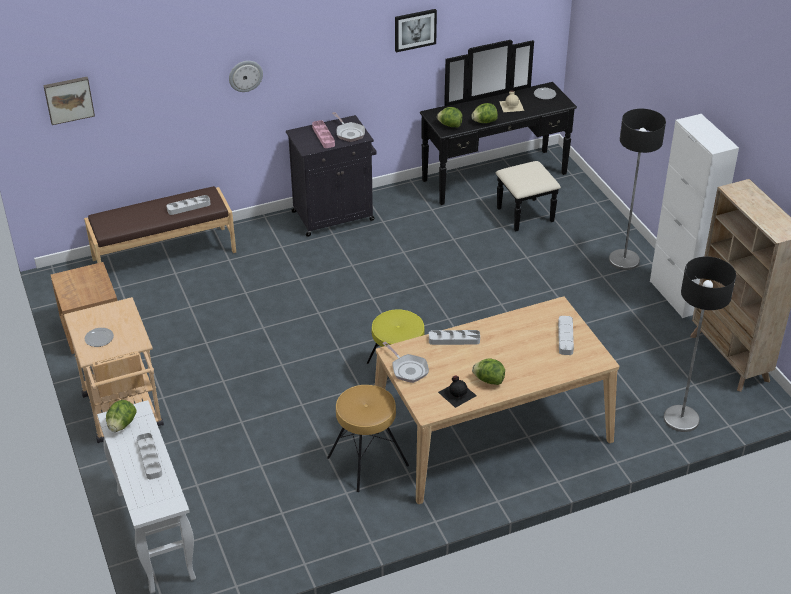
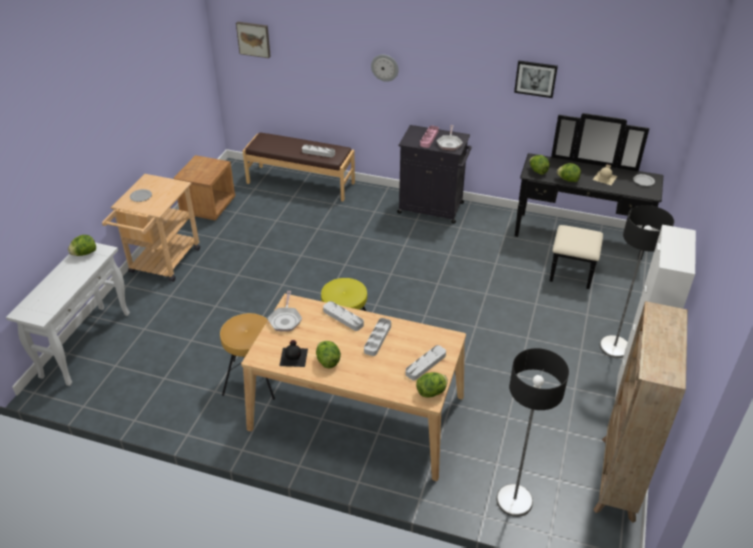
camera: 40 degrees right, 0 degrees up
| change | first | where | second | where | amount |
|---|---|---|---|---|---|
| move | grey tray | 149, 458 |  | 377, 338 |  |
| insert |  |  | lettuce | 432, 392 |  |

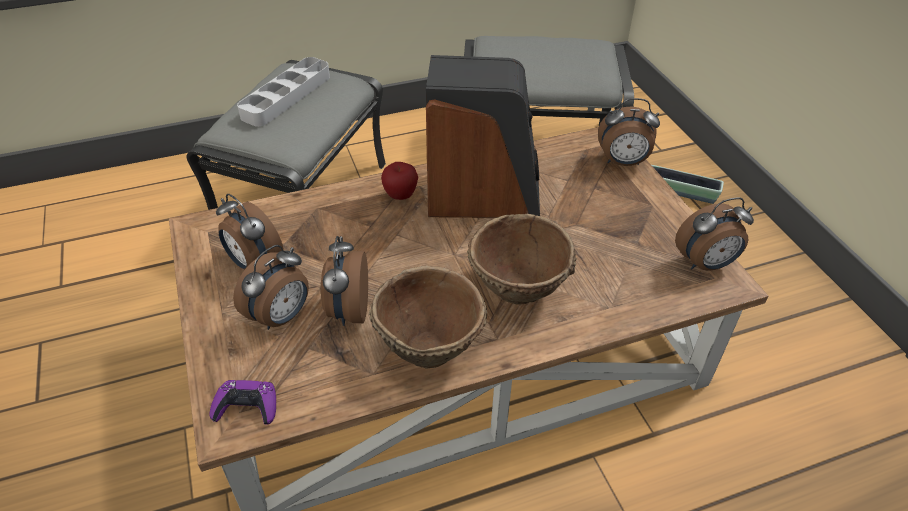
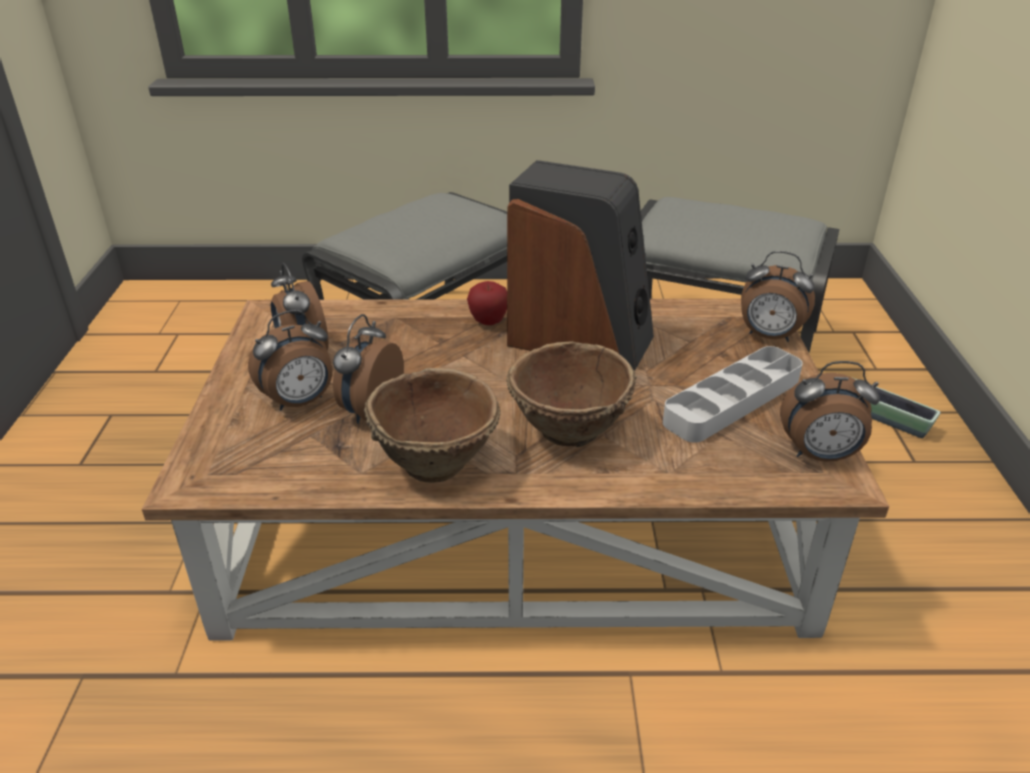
camera: 20 degrees right, 10 degrees down
| change | first | where | second | where | amount |
|---|---|---|---|---|---|
| delete | purple game controller | 247, 406 |  |  |  |
| move | grey tray | 286, 96 |  | 732, 401 |  |

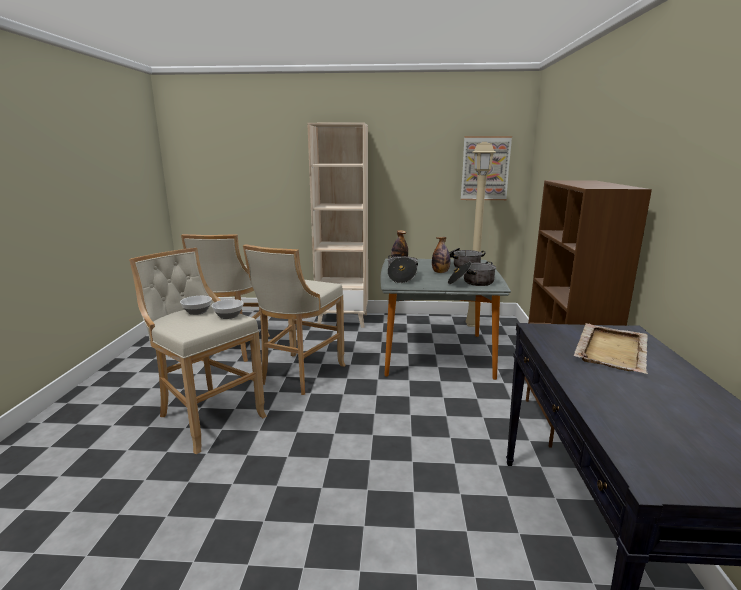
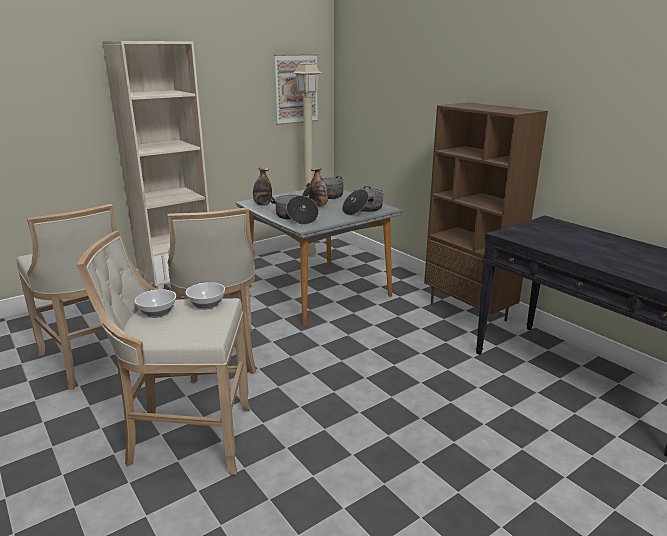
camera: 40 degrees left, 5 degrees up
| change | first | where | second | where | amount |
|---|---|---|---|---|---|
| delete | beige tray | 612, 349 |  |  |  |

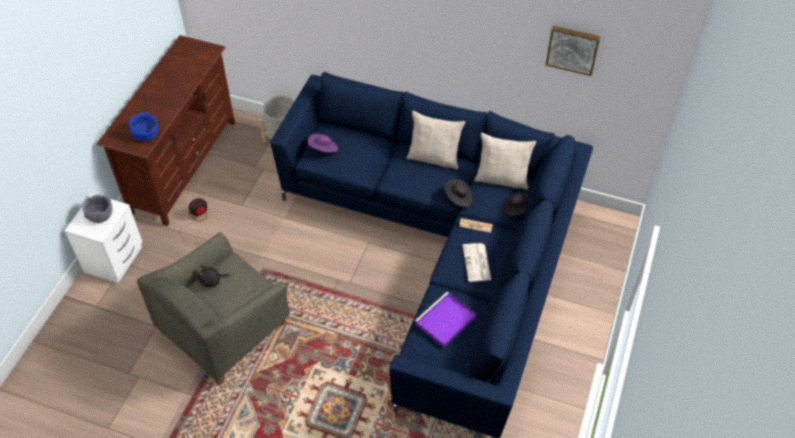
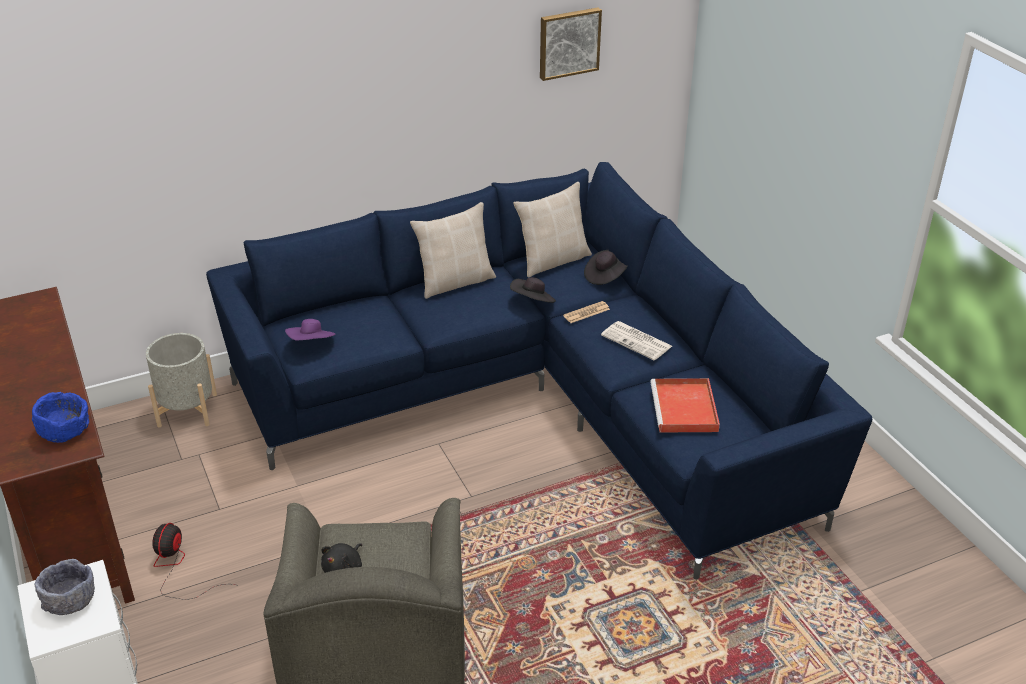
camera: 45 degrees left, 15 degrees down
| change | first | where | second | where | amount |
|---|---|---|---|---|---|
| recolor | purple tray | 445, 322 | red tray | 685, 409 |  |

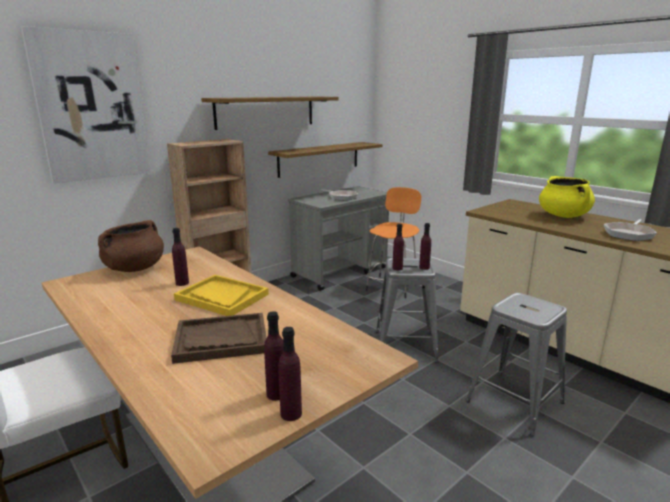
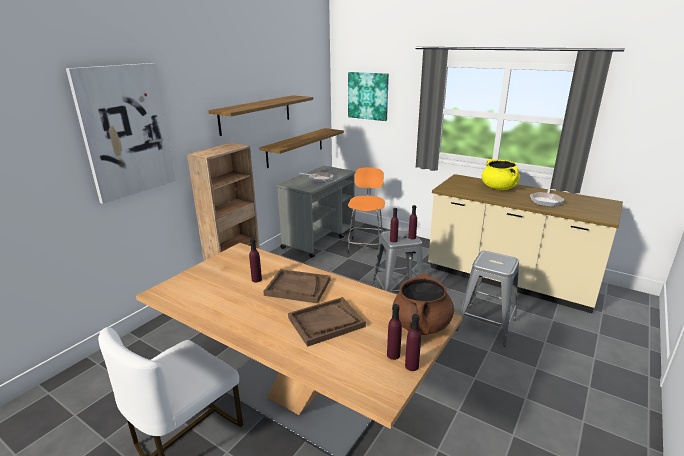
camera: 15 degrees left, 5 degrees up
| change | first | where | second | where | amount |
|---|---|---|---|---|---|
| move | brown cooking pot | 134, 268 |  | 421, 325 |  |
| recolor | yellow tray | 221, 297 | brown tray | 297, 287 |  |
| insert |  |  | picture | 368, 96 |  |

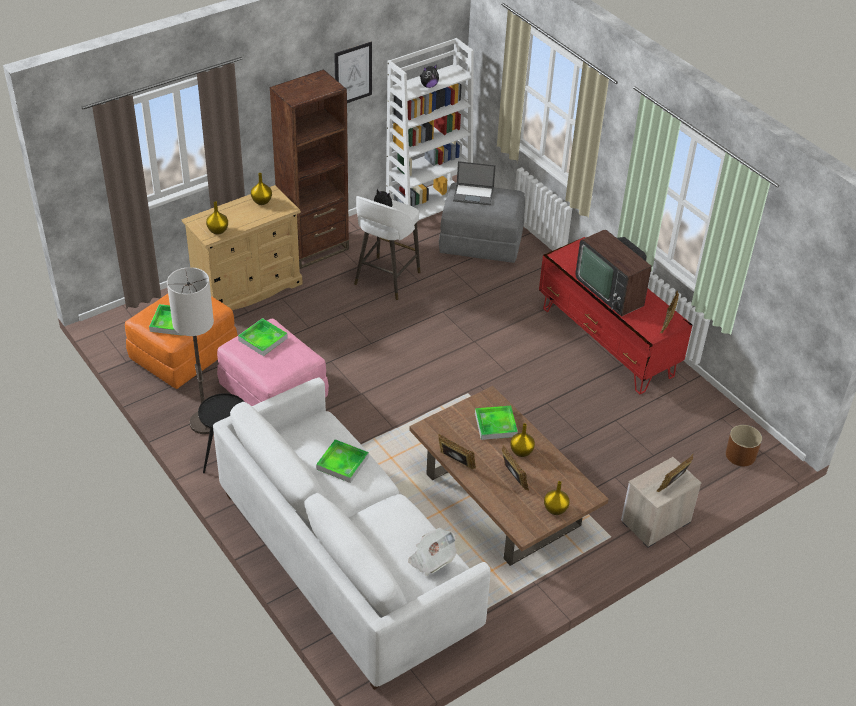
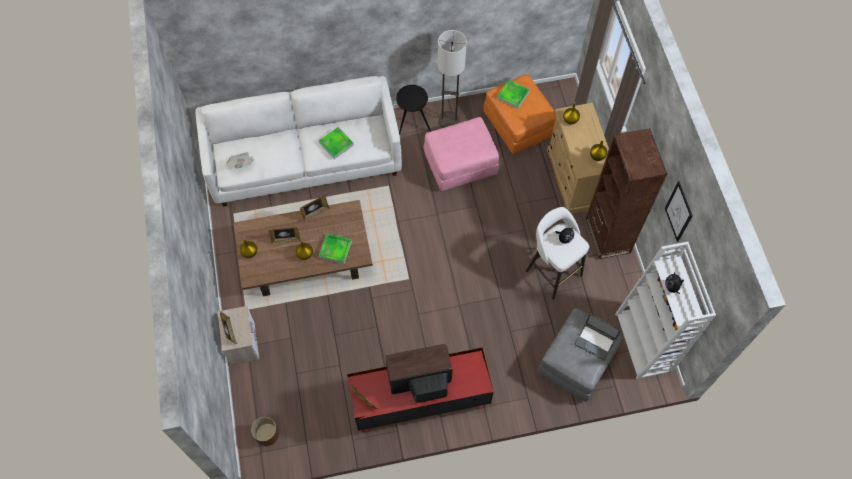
camera: 115 degrees right, 20 degrees up
| change | first | where | second | where | amount |
|---|---|---|---|---|---|
| delete | tray | 263, 339 |  |  |  |
| rotate | laptop | 474, 194 |  | 595, 341 | 90 degrees counterclockwise |

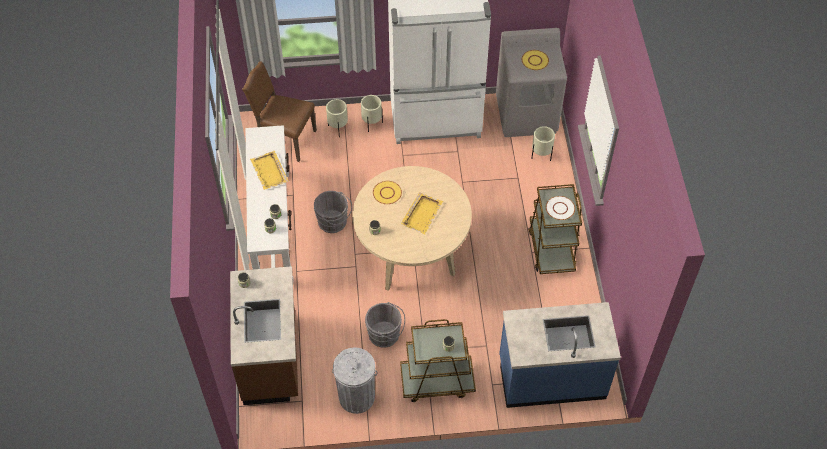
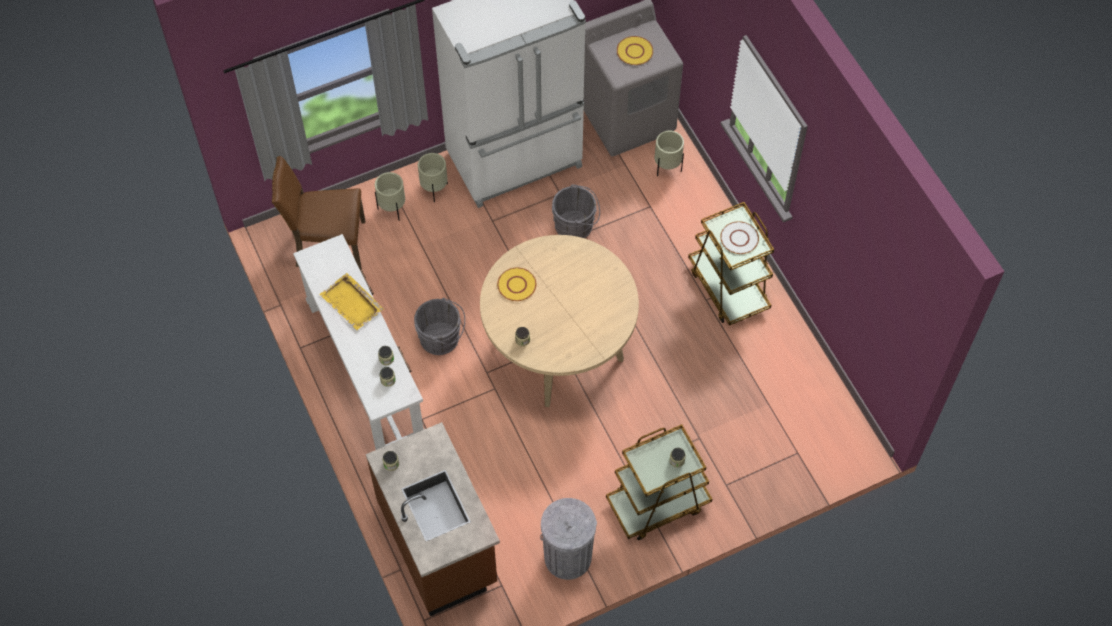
camera: 20 degrees left, 5 degrees up
| change | first | where | second | where | amount |
|---|---|---|---|---|---|
| move | grey bucket | 386, 335 |  | 576, 226 |  |
| delete | yellow tray | 422, 214 |  |  |  |
| delete | blue counter | 551, 377 |  |  |  |

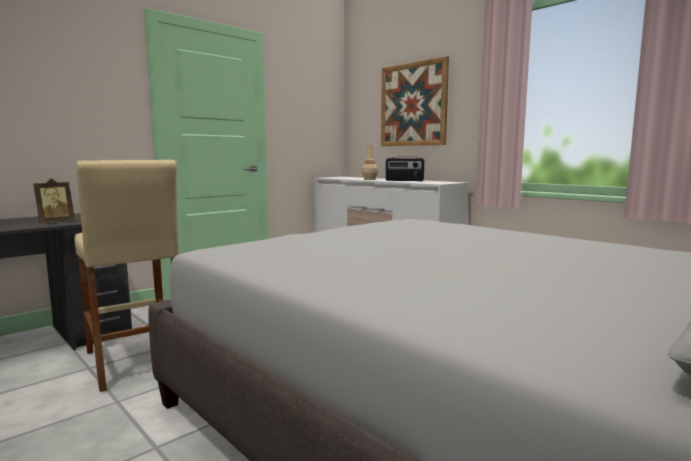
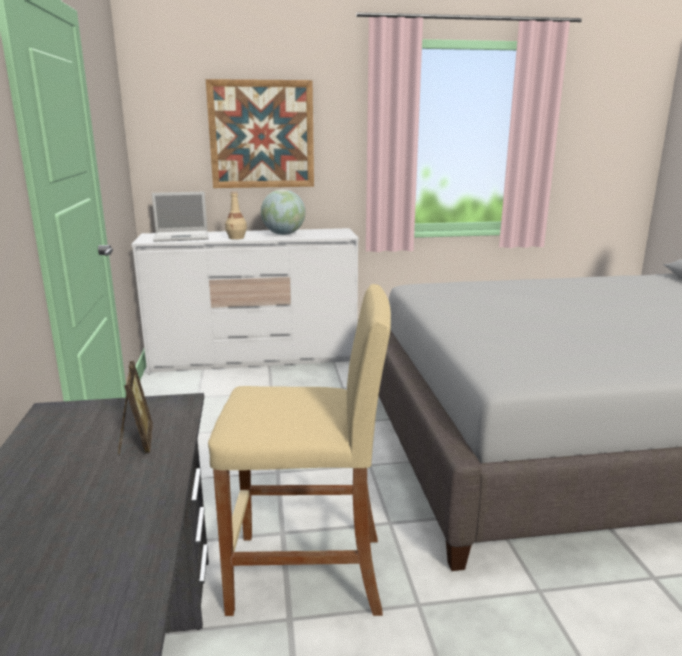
camera: 55 degrees left, 10 degrees up
| change | first | where | second | where | amount |
|---|---|---|---|---|---|
| replace | radio | 404, 180 | globe | 283, 234 |  |
| insert |  |  | laptop | 182, 237 |  |

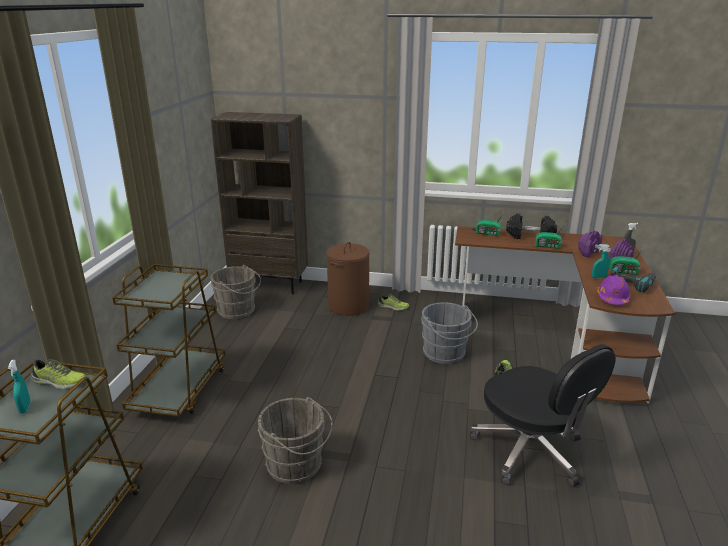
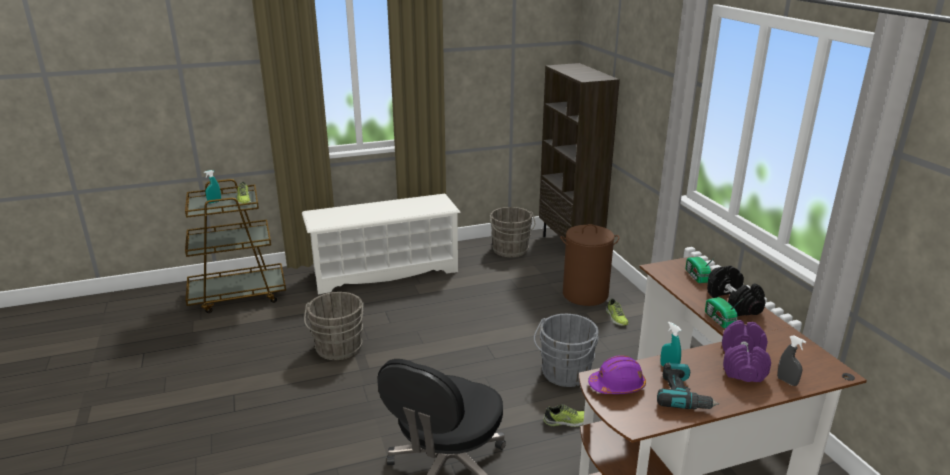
camera: 60 degrees right, 0 degrees up
| change | first | where | second | where | amount |
|---|---|---|---|---|---|
| replace | brown cart | 179, 389 | white shoe rack | 385, 272 |  |
| delete | radio | 624, 272 |  |  |  |

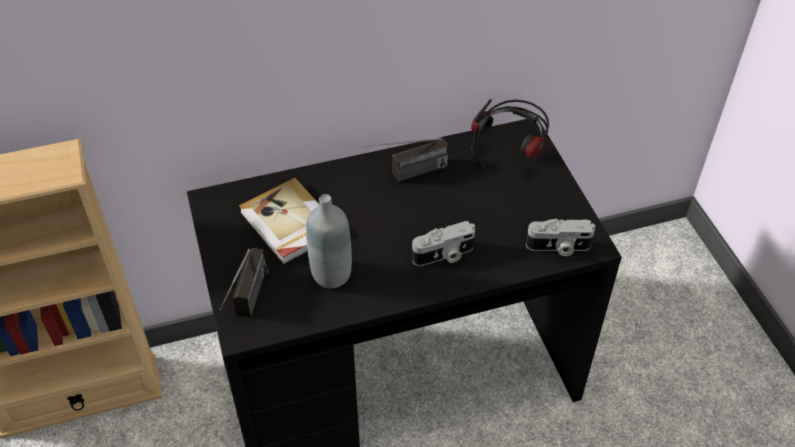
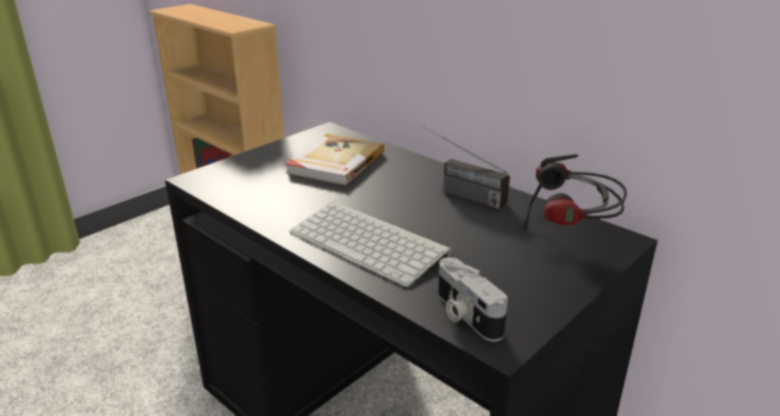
camera: 60 degrees right, 20 degrees down
| change | first | where | second | where | amount |
|---|---|---|---|---|---|
| delete | radio | 249, 305 |  |  |  |
| delete | grey bottle | 331, 274 |  |  |  |
| replace | photo camera | 444, 255 | keyboard | 371, 242 |  |

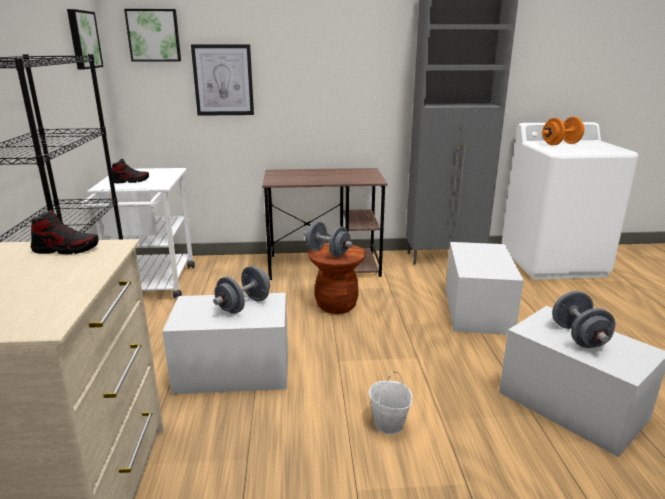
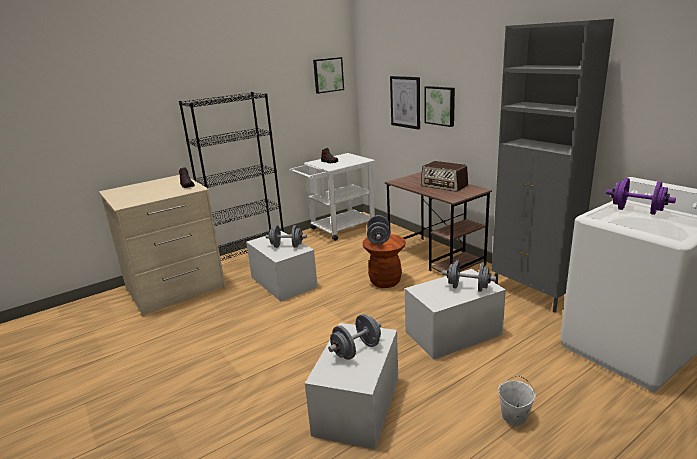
camera: 60 degrees right, 0 degrees up
| change | first | where | second | where | amount |
|---|---|---|---|---|---|
| move | picture | 154, 35 |  | 440, 105 |  |
| move | white bucket | 389, 424 |  | 514, 417 |  |
| recolor | orange dumbbell | 561, 144 | purple dumbbell | 637, 211 |  |
| insert |  |  | radio | 444, 186 |  |
| insert |  |  | grey dumbbell | 468, 288 |  |

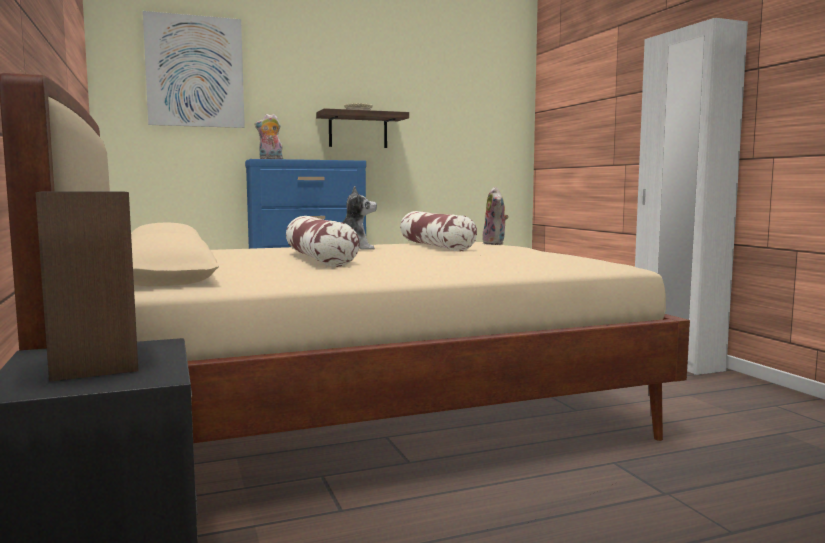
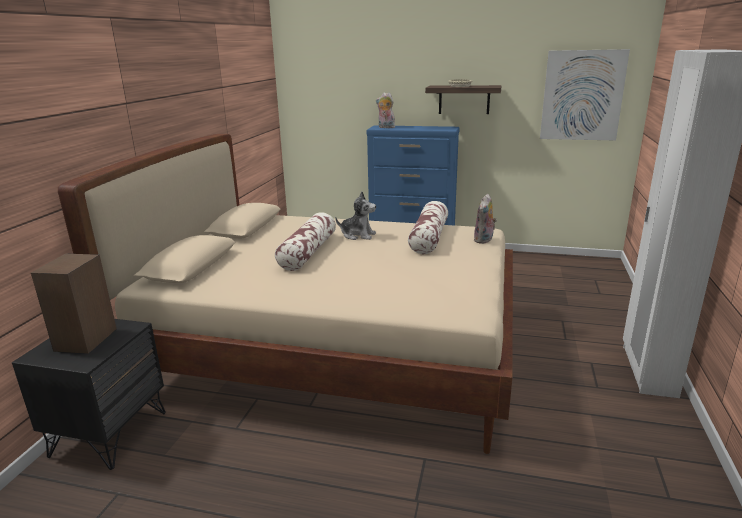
camera: 35 degrees right, 15 degrees up
| change | first | where | second | where | amount |
|---|---|---|---|---|---|
| move | picture | 195, 71 |  | 582, 96 |  |

